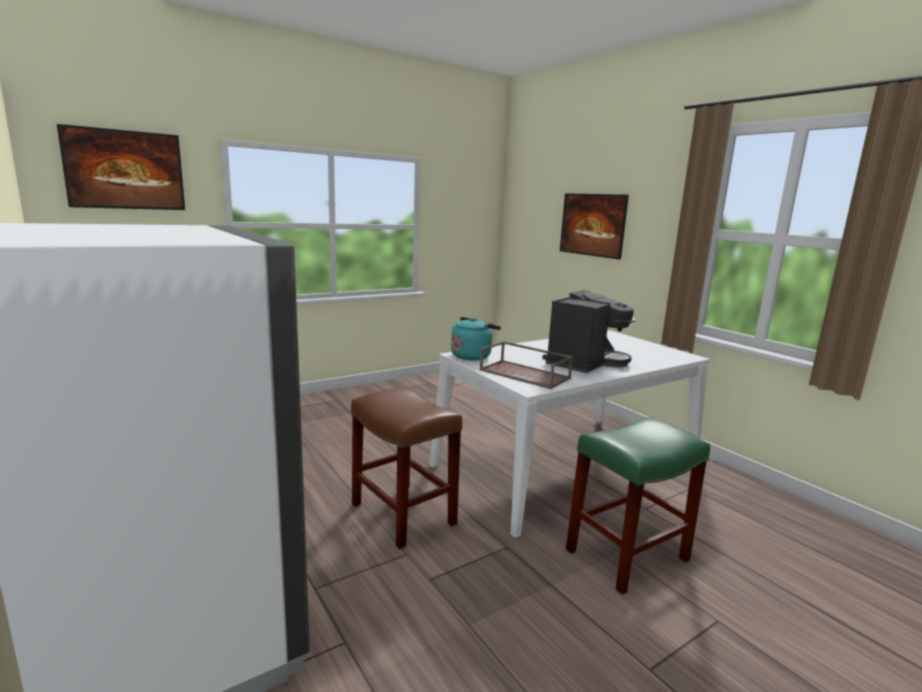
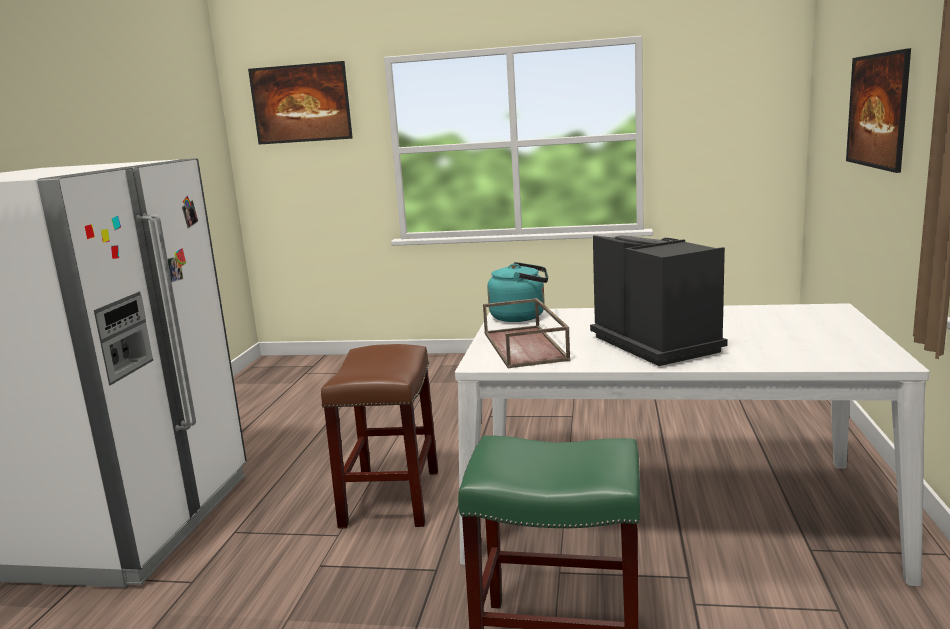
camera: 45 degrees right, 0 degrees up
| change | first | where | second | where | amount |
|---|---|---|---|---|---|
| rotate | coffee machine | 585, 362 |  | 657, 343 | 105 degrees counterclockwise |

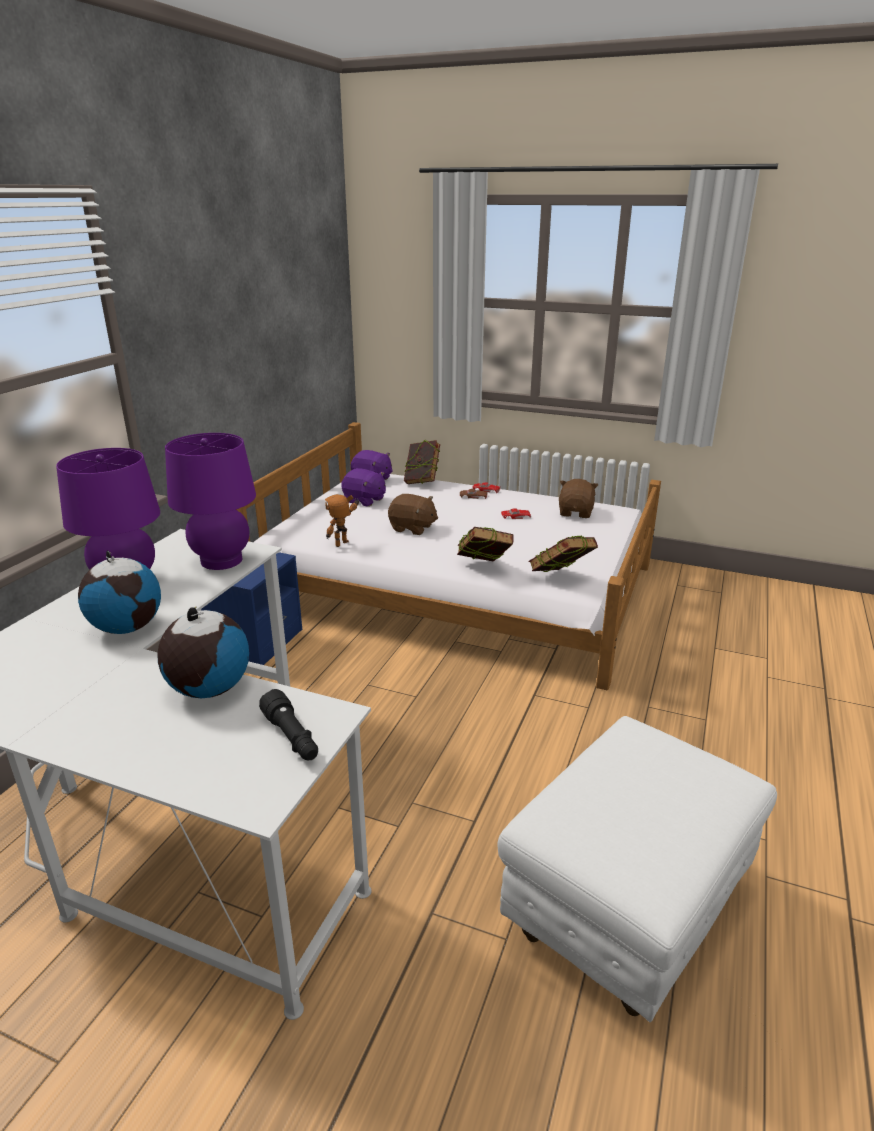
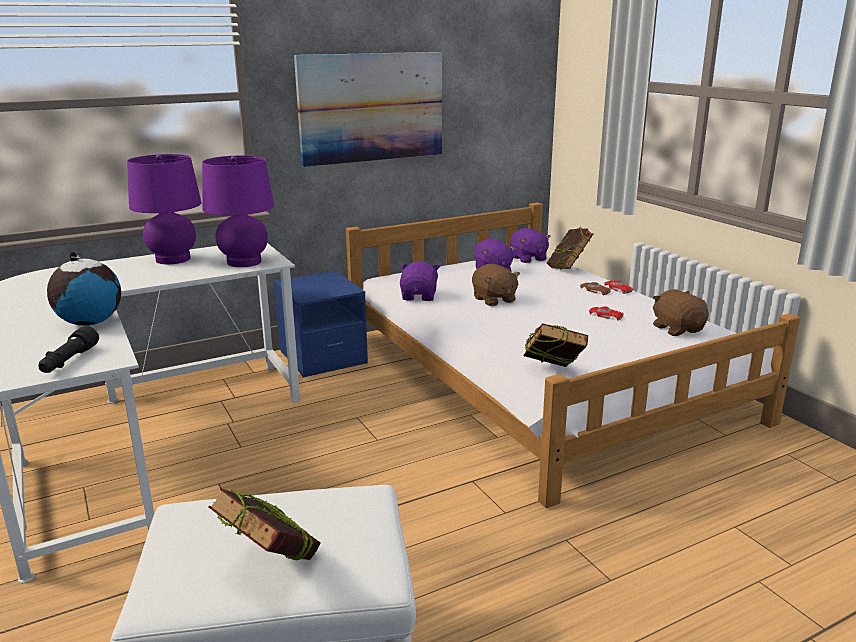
camera: 40 degrees right, 5 degrees down
| change | first | where | second | where | amount |
|---|---|---|---|---|---|
| delete | globe | 127, 627 |  |  |  |
| replace | toy robot | 344, 544 | purple plush toy | 419, 296 |  |
| move | book | 483, 569 |  | 271, 568 |  |
| rotate | brown plush toy | 576, 512 |  | 677, 329 | 75 degrees counterclockwise |
| insert |  |  | picture | 371, 107 |  |

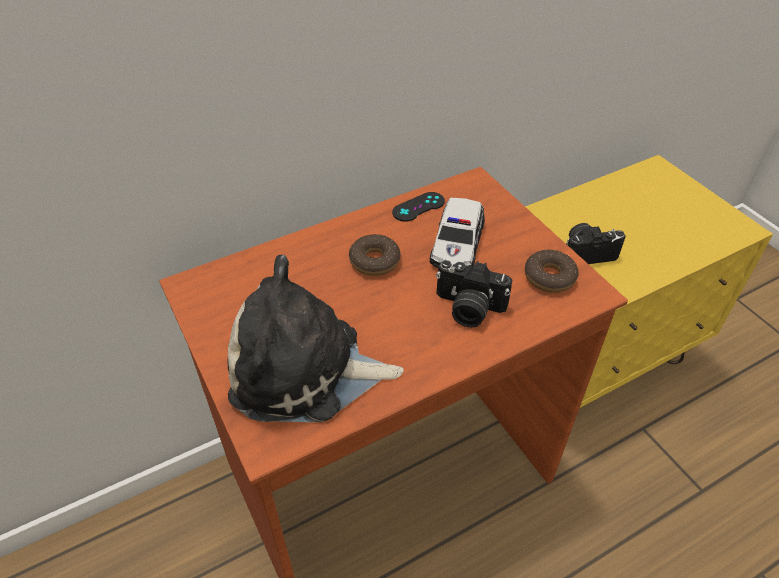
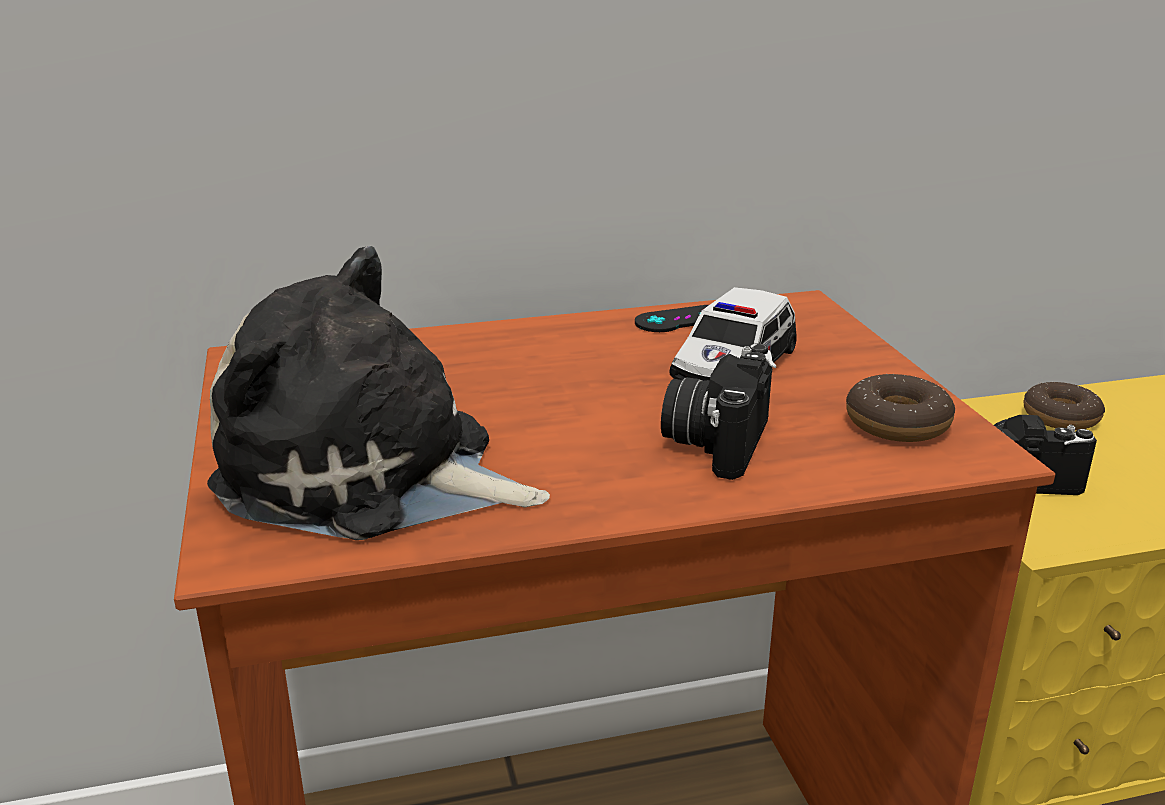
camera: 15 degrees right, 20 degrees down
| change | first | where | second | where | amount |
|---|---|---|---|---|---|
| move | donut | 374, 261 |  | 1060, 417 |  |
| rotate | photo camera | 468, 309 |  | 716, 441 | 75 degrees clockwise |

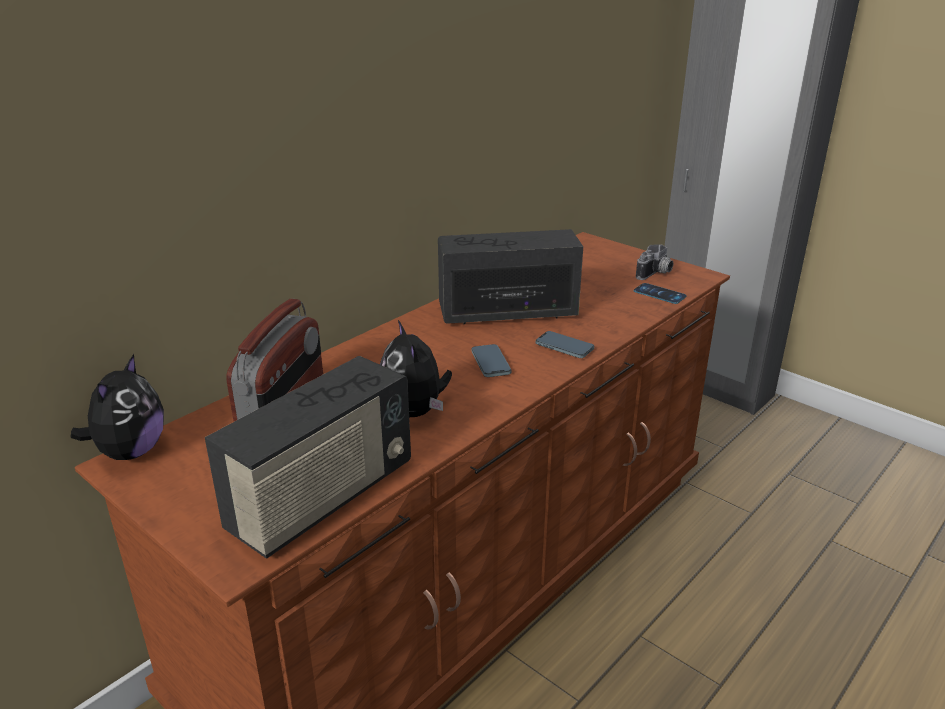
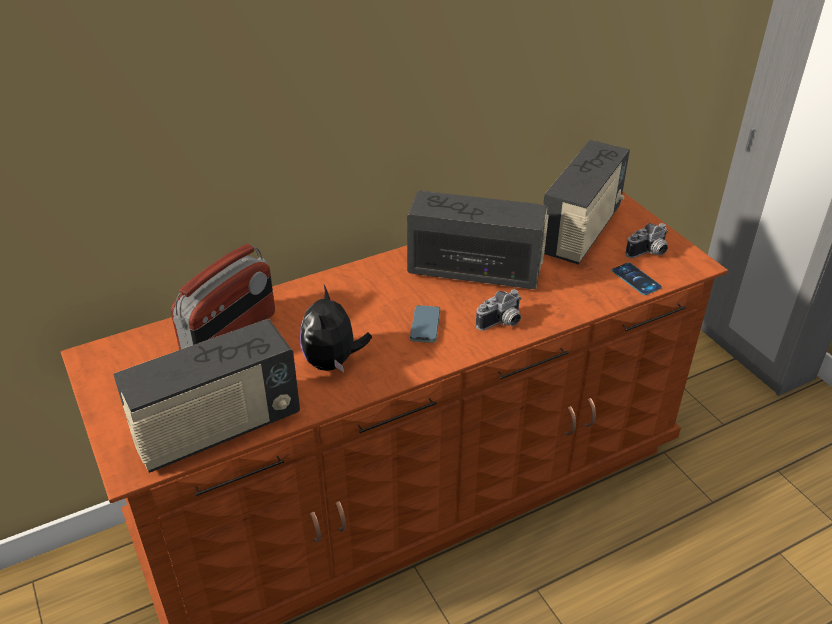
camera: 20 degrees right, 10 degrees up
| change | first | where | second | where | amount |
|---|---|---|---|---|---|
| delete | plush toy | 130, 452 |  |  |  |
| replace | phone | 564, 347 | photo camera | 502, 323 |  |
| insert |  |  | radio | 581, 232 |  |

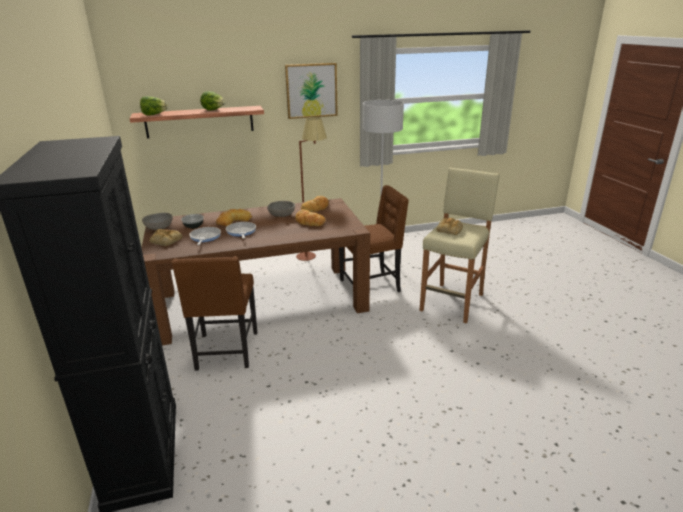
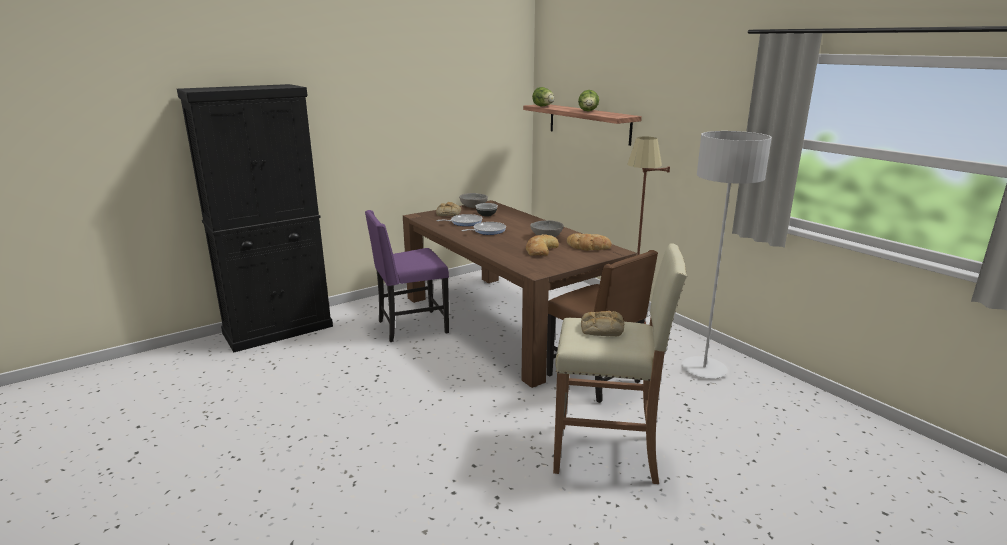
camera: 70 degrees right, 5 degrees down
| change | first | where | second | where | amount |
|---|---|---|---|---|---|
| recolor | brown chair | 226, 352 | purple chair | 411, 327 |  |
| delete | bread | 233, 221 |  |  |  |
| delete | picture | 311, 90 |  |  |  |

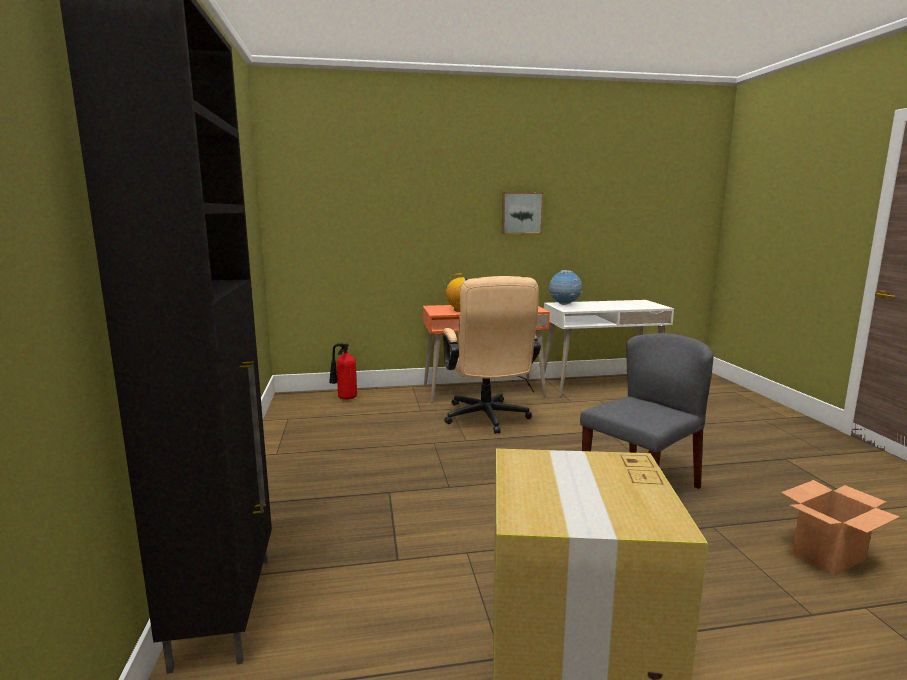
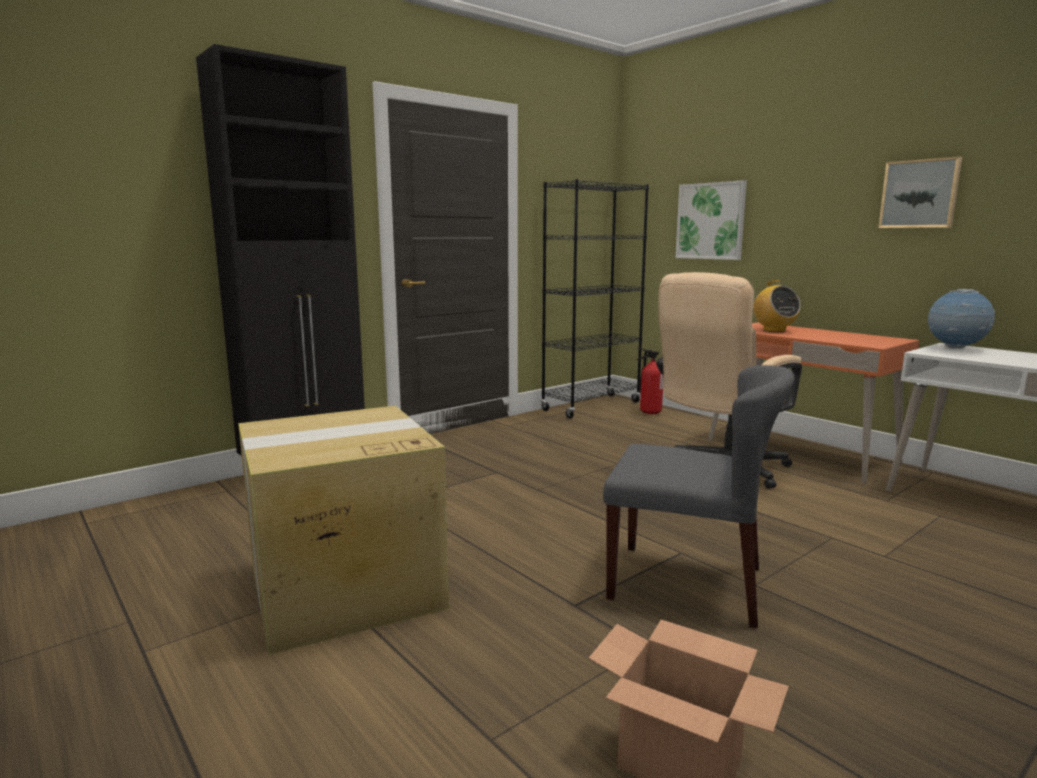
camera: 60 degrees right, 0 degrees up
| change | first | where | second | where | amount |
|---|---|---|---|---|---|
| insert |  |  | black bookcase | 591, 406 |  |
| insert |  |  | picture | 710, 221 |  |

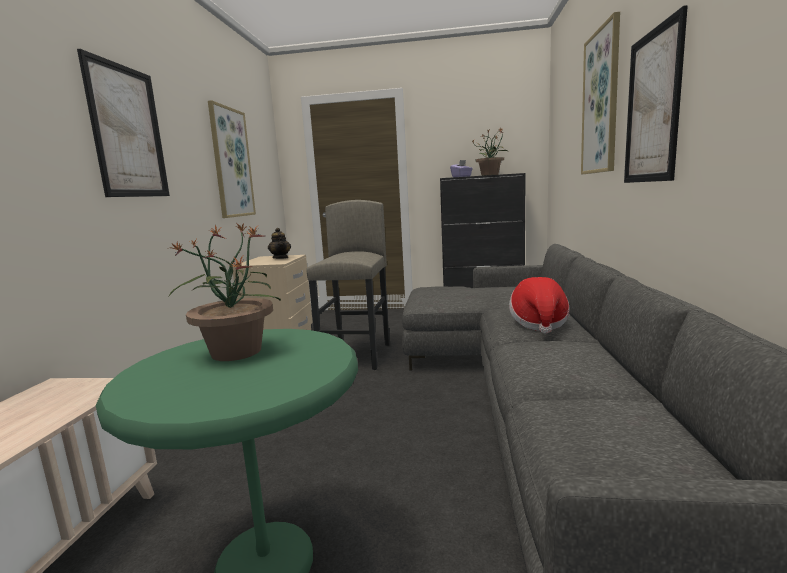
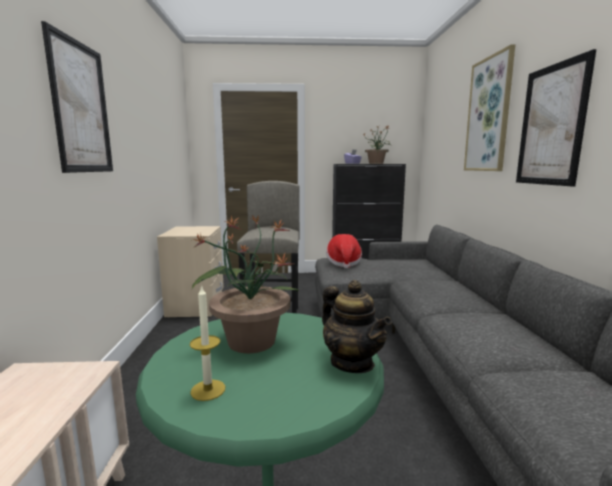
camera: 10 degrees left, 0 degrees up
| change | first | where | second | where | amount |
|---|---|---|---|---|---|
| delete | picture | 231, 163 |  |  |  |
| move | teapot | 280, 258 |  | 352, 362 |  |
| move | hat | 538, 323 |  | 343, 263 |  |
| insert |  |  | candle | 208, 390 |  |

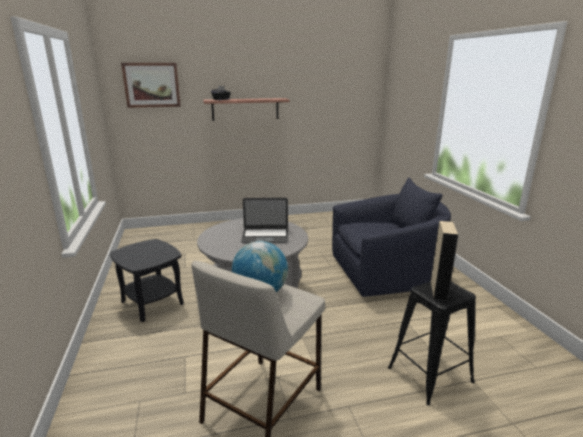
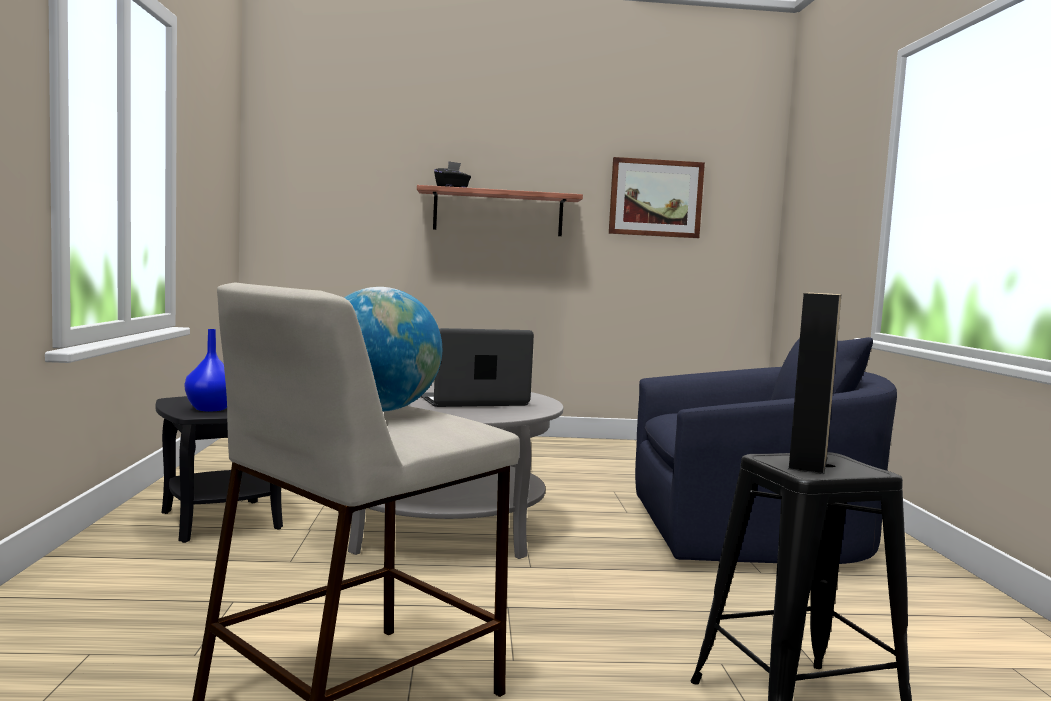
camera: 10 degrees right, 15 degrees down
| change | first | where | second | where | amount |
|---|---|---|---|---|---|
| move | picture | 152, 85 |  | 655, 198 |  |
| rotate | laptop | 265, 236 |  | 472, 401 | 150 degrees clockwise |
| insert |  |  | blue vase | 210, 409 |  |

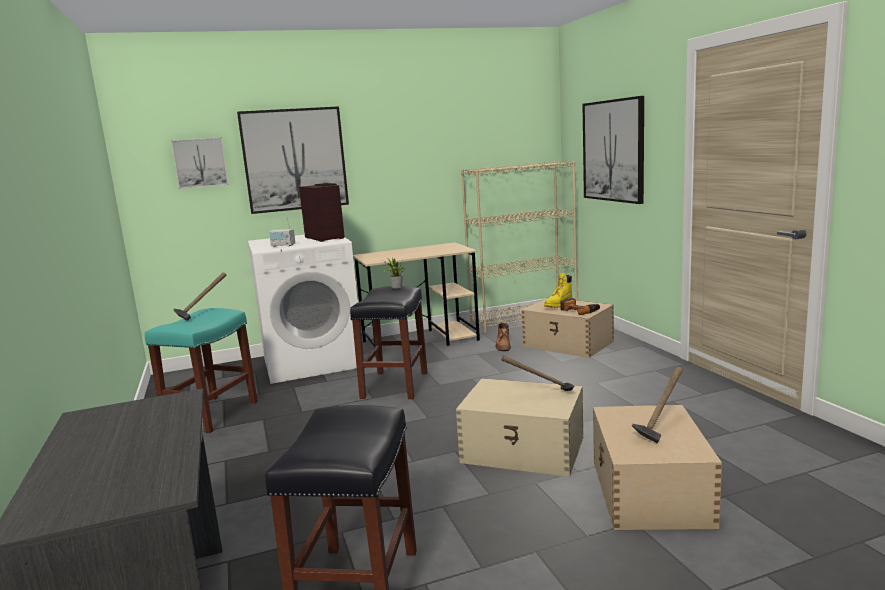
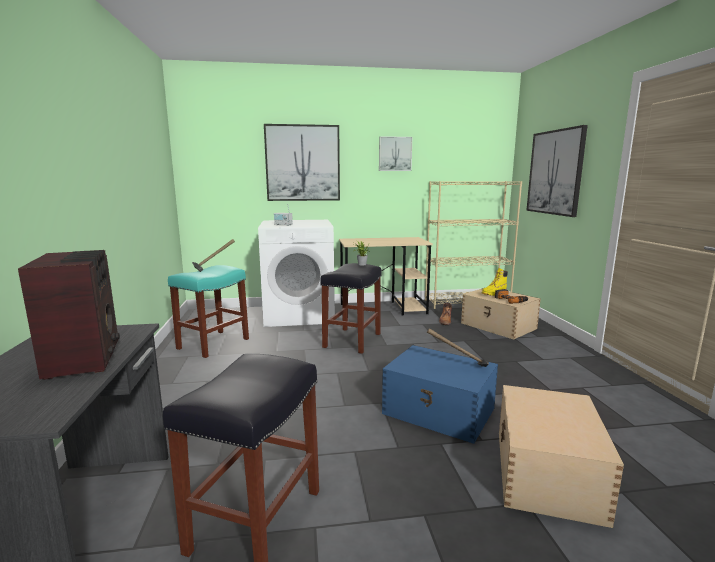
camera: 10 degrees right, 0 degrees up
| change | first | where | second | where | amount |
|---|---|---|---|---|---|
| move | picture | 200, 162 |  | 395, 154 |  |
| move | radio | 325, 238 |  | 85, 358 |  |
| recolor | beige storage box | 524, 450 | blue storage box | 439, 411 |  |
| delete | hammer | 659, 429 |  |  |  |

